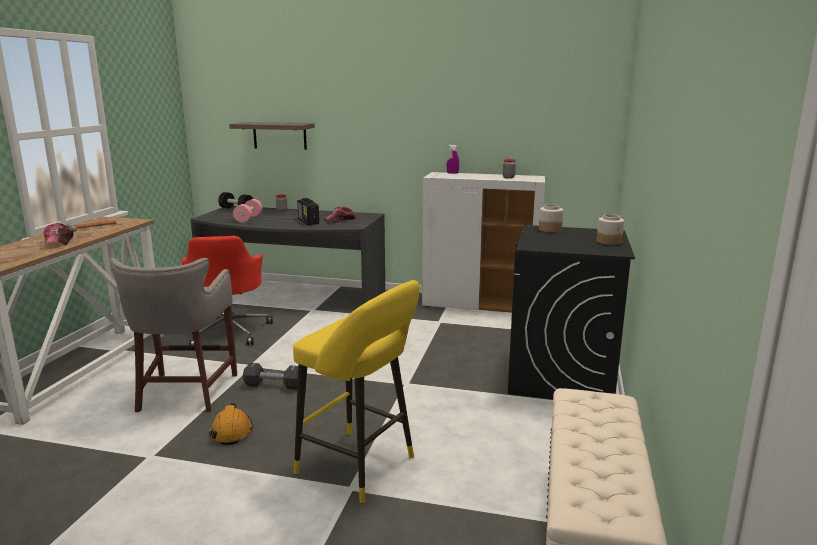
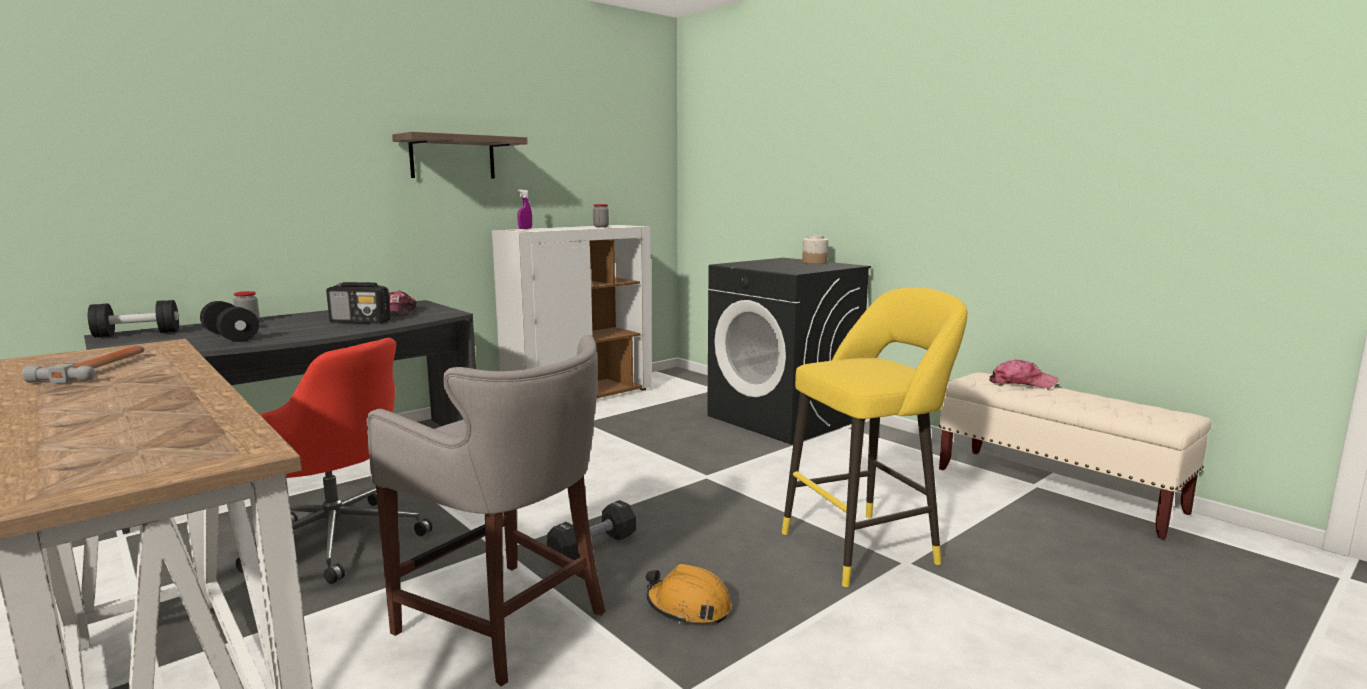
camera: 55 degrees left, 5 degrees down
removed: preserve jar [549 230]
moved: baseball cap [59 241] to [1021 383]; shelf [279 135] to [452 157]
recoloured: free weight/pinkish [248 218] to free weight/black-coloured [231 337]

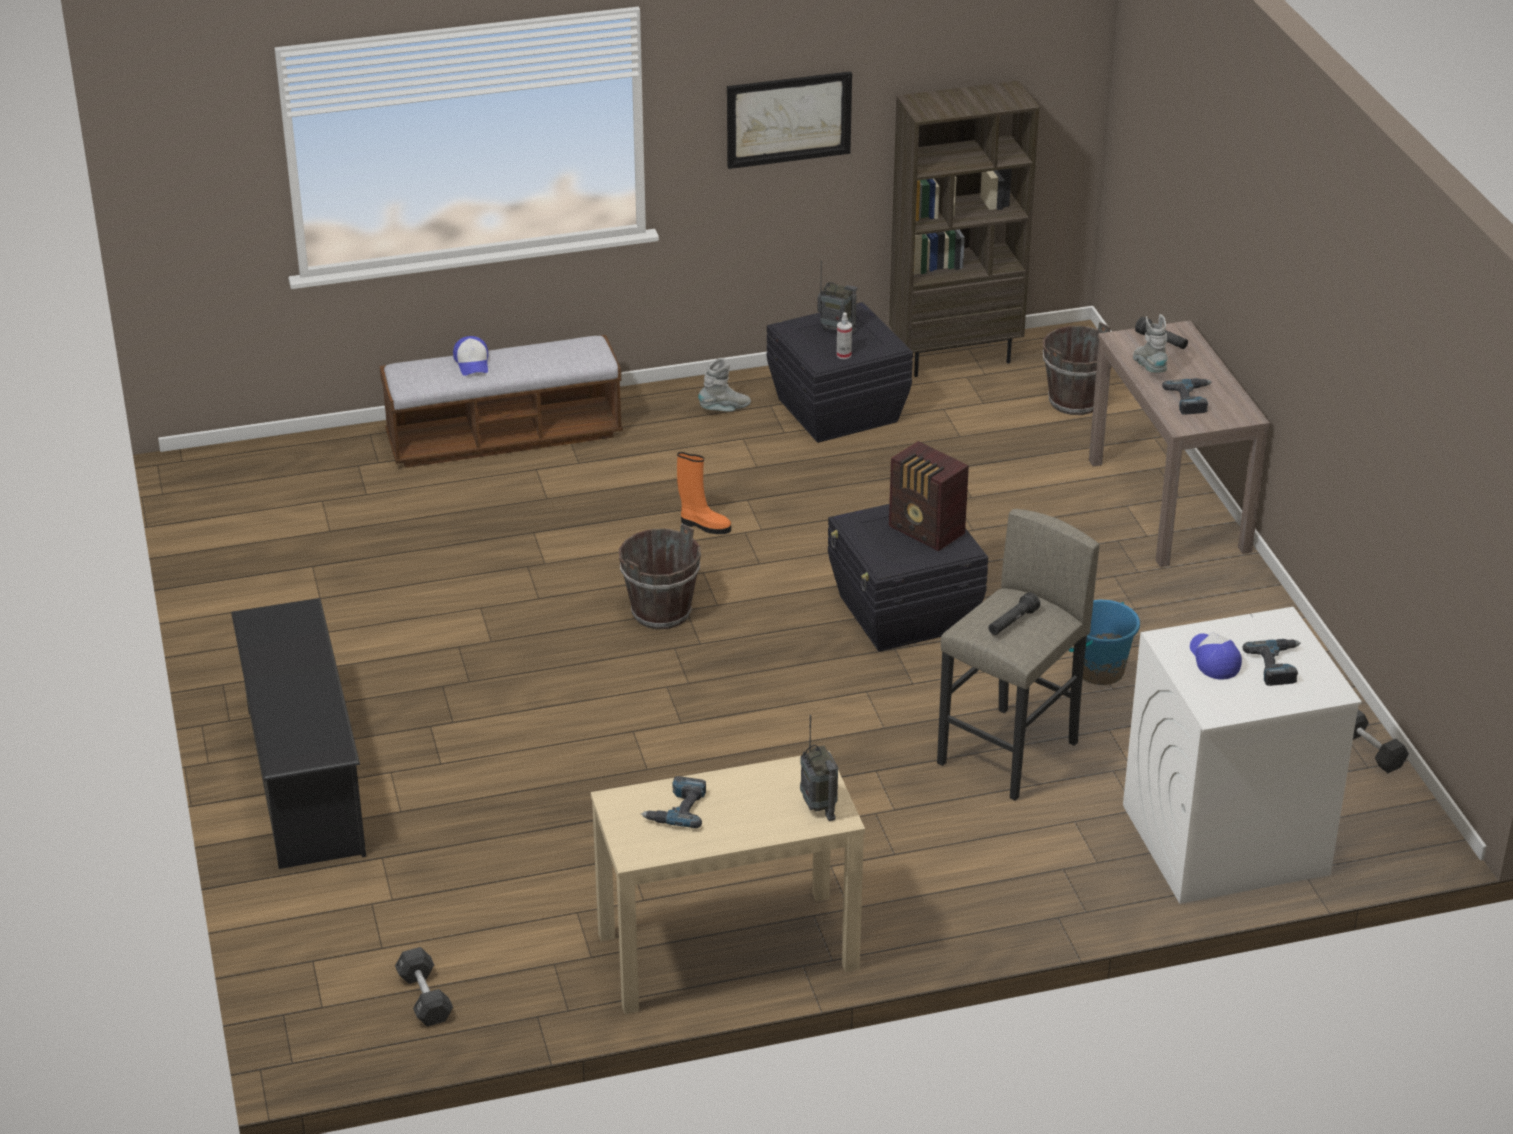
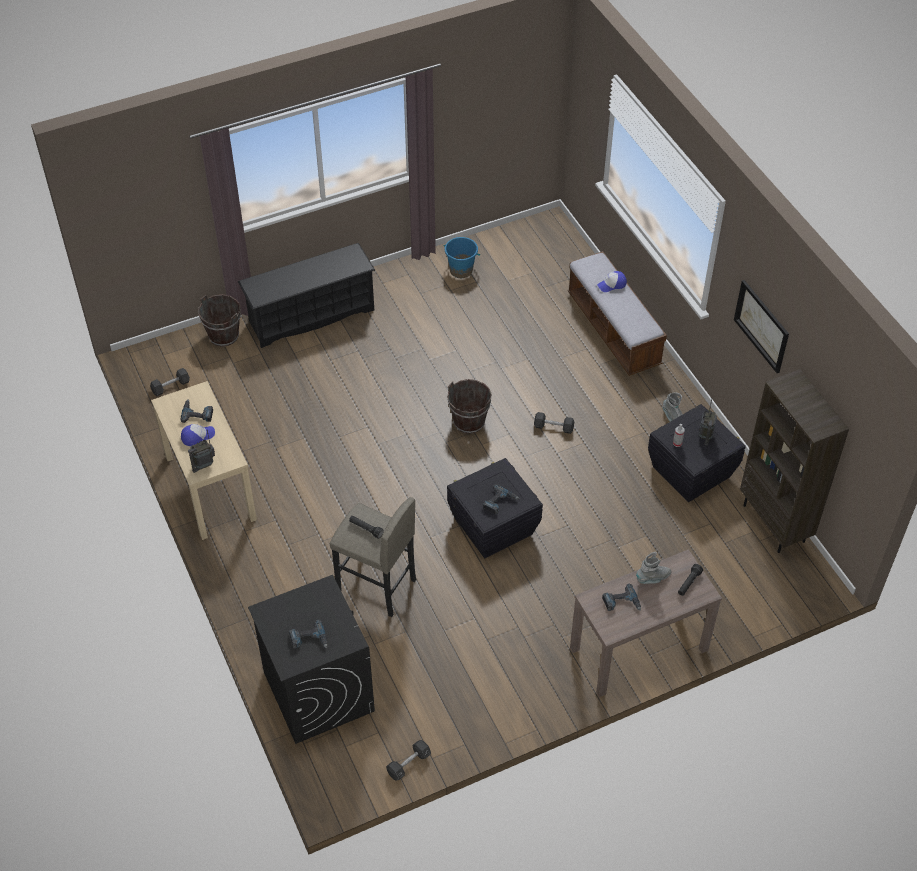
camera: 80 degrees right, 15 degrees up
moved: pail/brown-coloured [1074 401] to [224 336]; pail/bluish [1099 671] to [461 270]; baseball cap [1213 660] to [197 436]
replaced: high-top boot/orange [704 525] to free weight/black-coloured [553 427]; radio receiver [927 531] to drill [500 502]
recoloured: laundry appliance/white-coloured [1224 840] to laundry appliance/black-coloured [318 691]

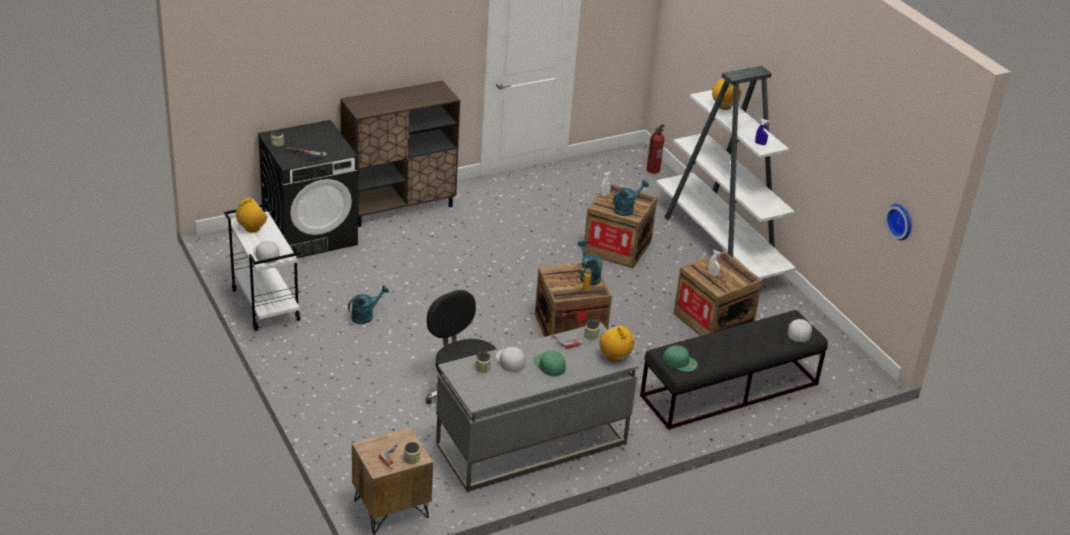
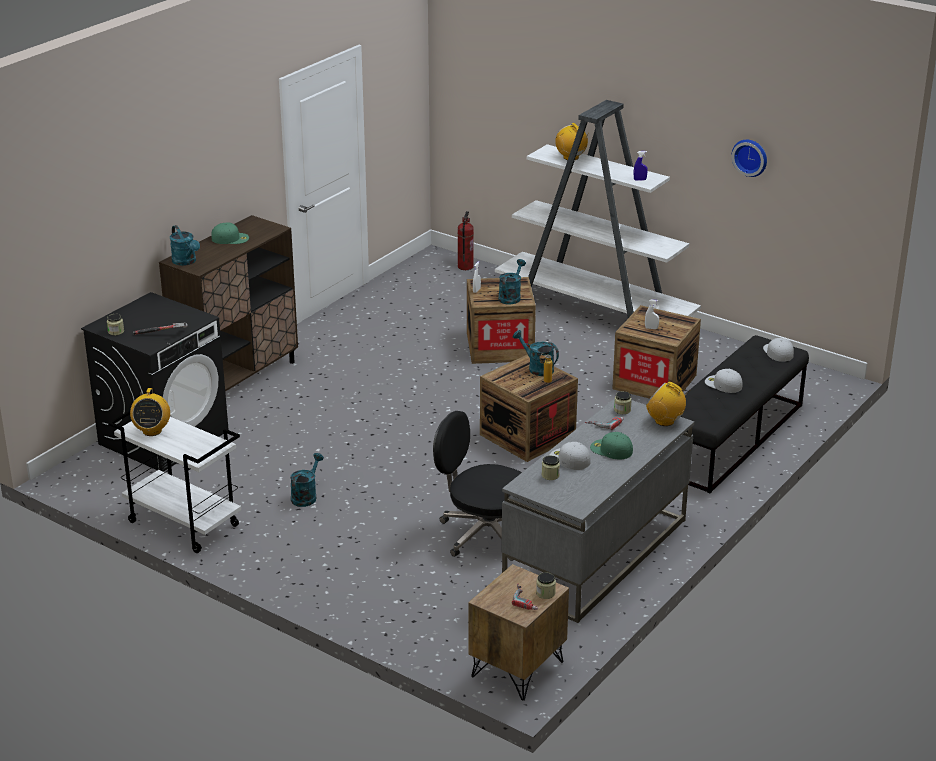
camera: 25 degrees left, 5 degrees down
added: sprinkling can/turquoise-coloured [186 262]
moved: baseball cap/white-coloured [266 253] to [723 384]; baseball cap/green-coloured [680 362] to [230 238]; wall clock [901 221] to [750 157]
turned: radio receiver [252 228] = [152 431] 150 degrees clockwise

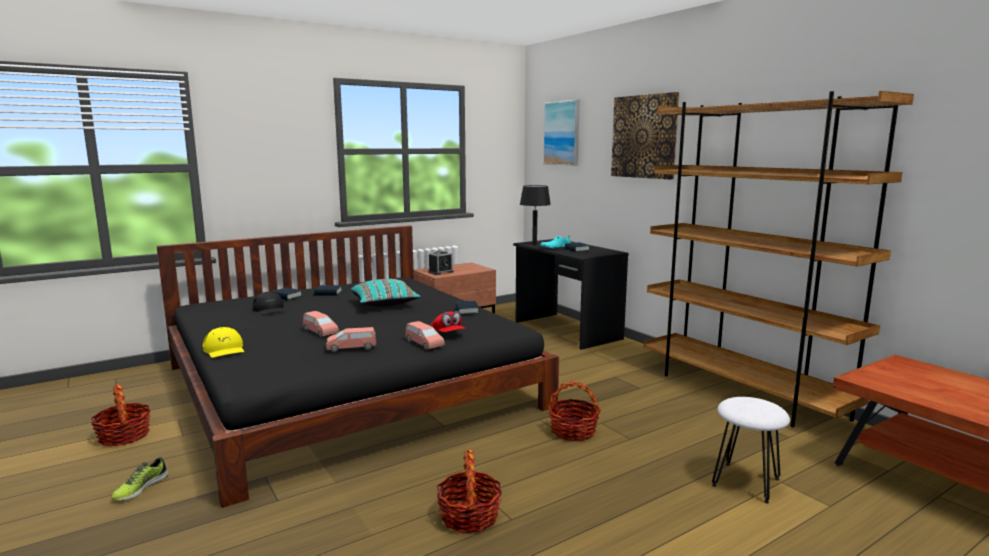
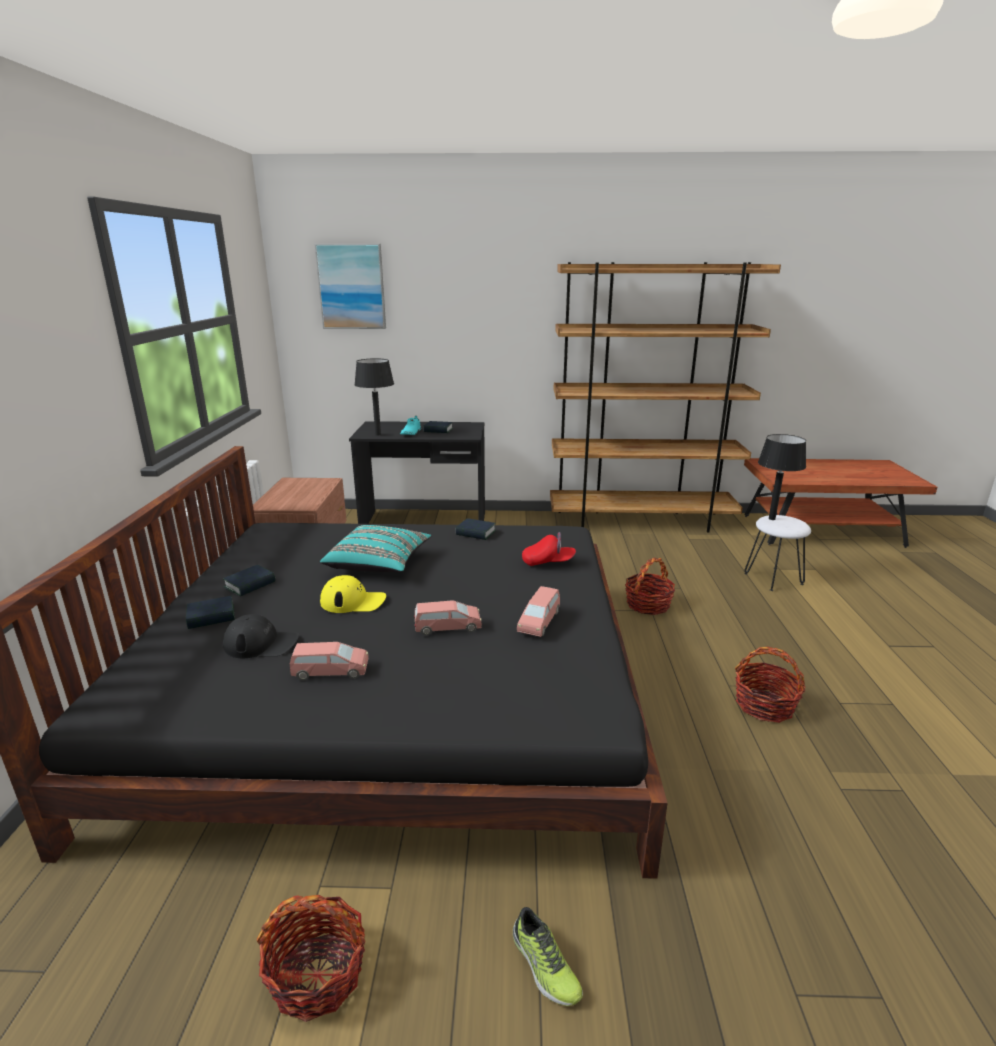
camera: 55 degrees left, 10 degrees up
removed: bedside clock [440 272]; wall picture [644 136]
added: table lamp/black-coloured [771 518]
moved: baseball cap/yellowish [224 350] to [353 601]; toy car/pinkish [424 343] to [330 671]

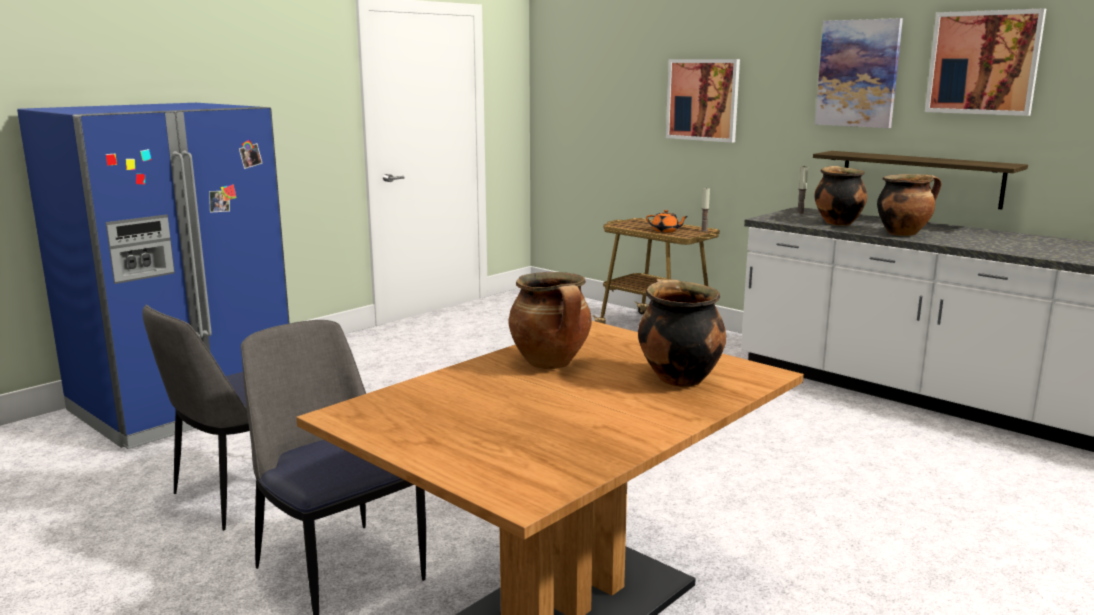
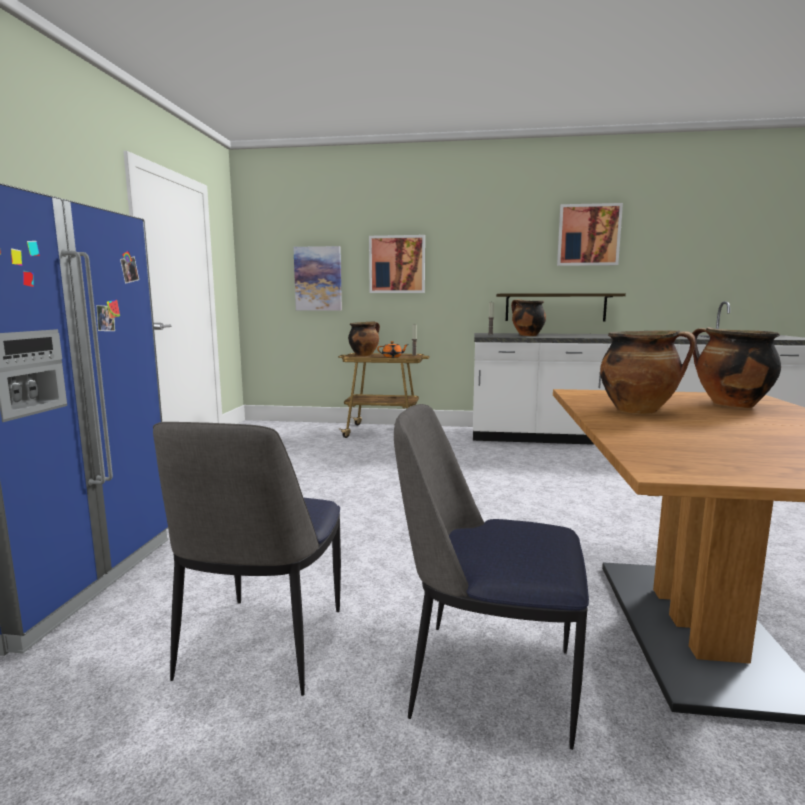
camera: 35 degrees left, 5 degrees down
moved: wall picture [858 73] to [318 278]; saucepot [903 233] to [364 355]

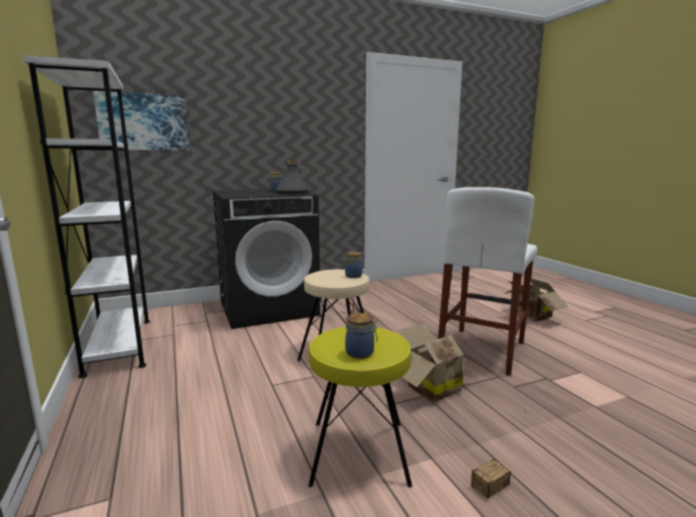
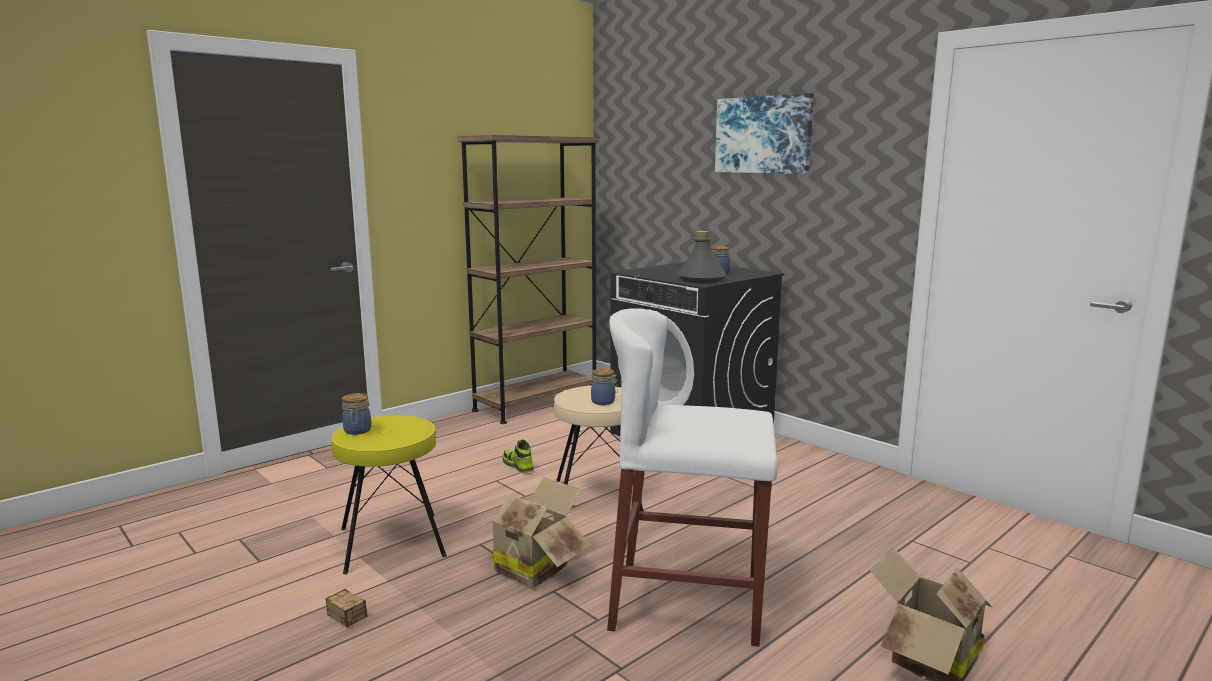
camera: 70 degrees right, 0 degrees up
added: low shoe [518 466]
moved: wall picture [143 122] to [763 135]
recoloured: bookcase/white-coloured [119 345] to bookcase/brown-coloured [536 403]

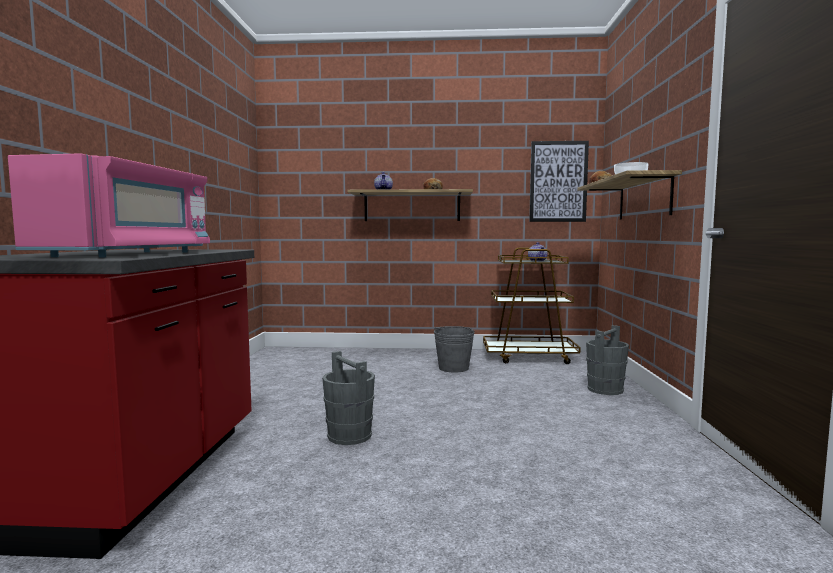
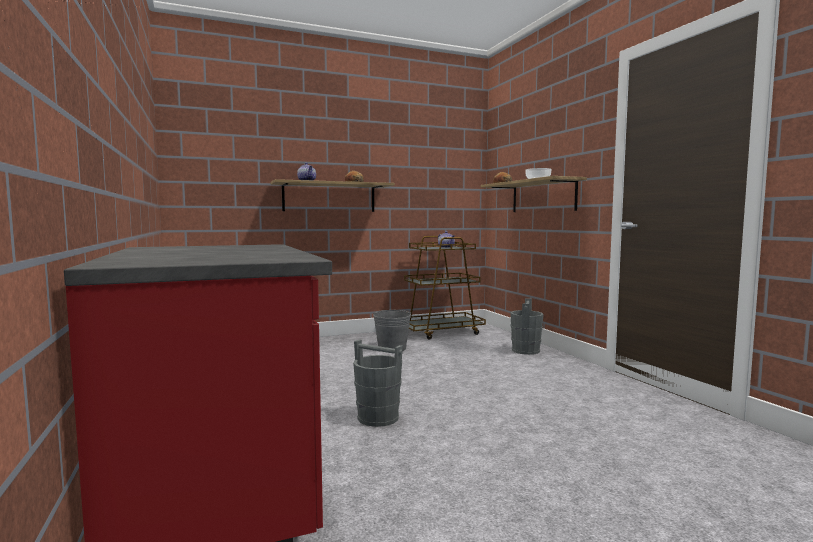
camera: 25 degrees left, 0 degrees up
removed: microwave oven/pinkish [130 254]; wall picture [558 181]

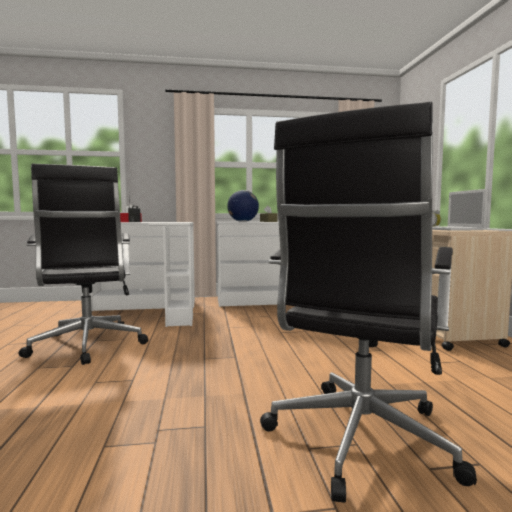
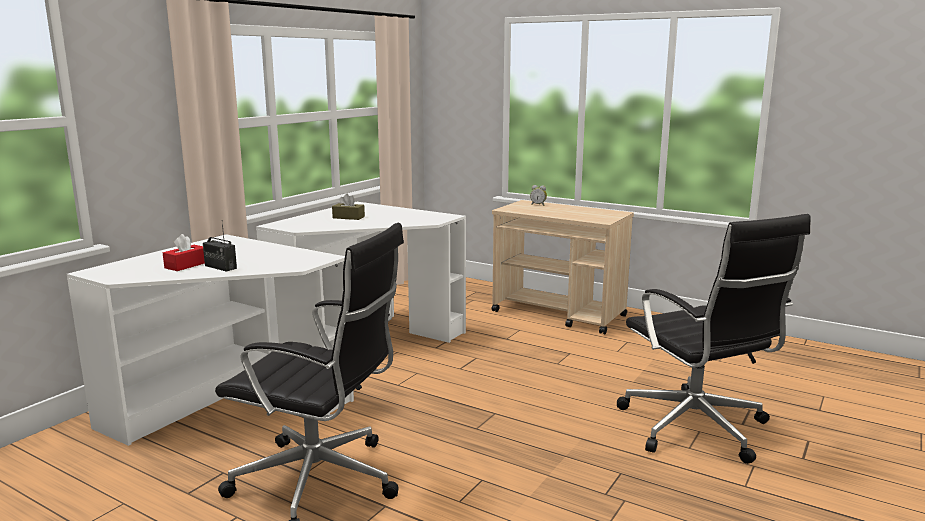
camera: 50 degrees left, 10 degrees up
removed: globe [243 221]; laptop [450 229]

